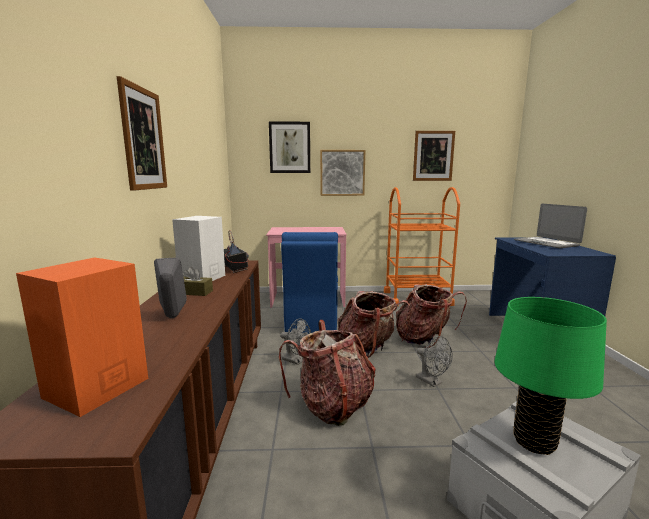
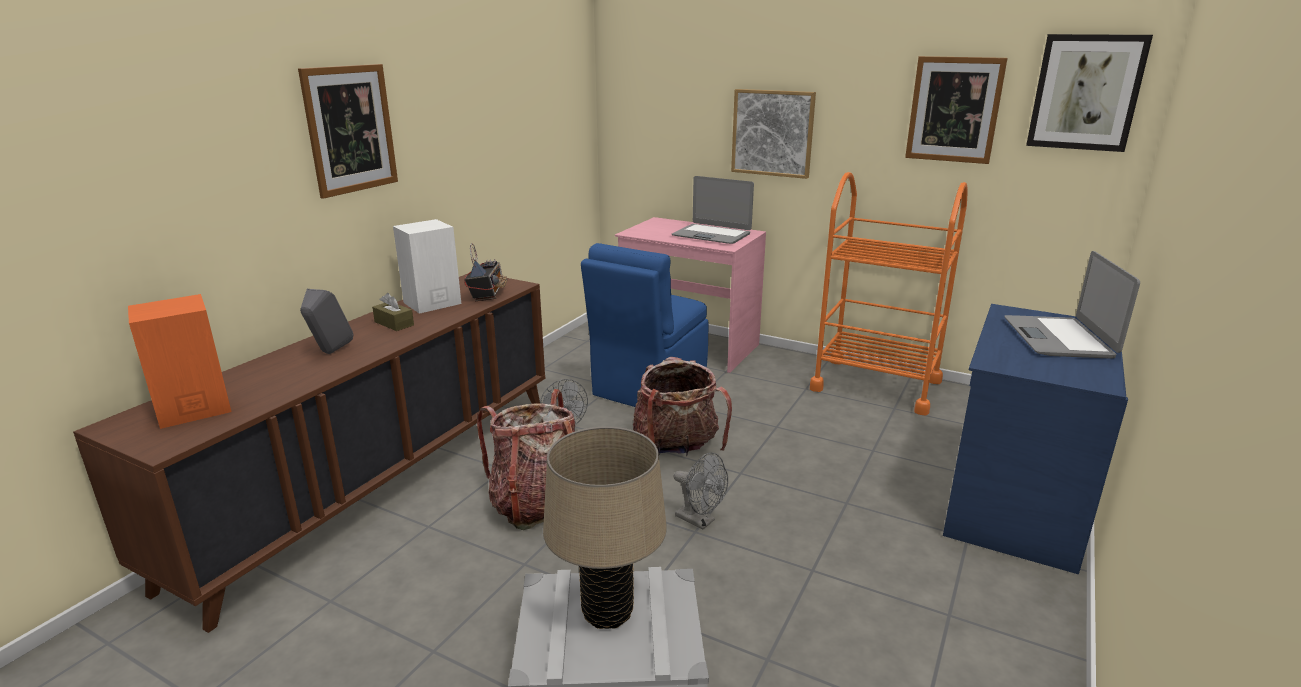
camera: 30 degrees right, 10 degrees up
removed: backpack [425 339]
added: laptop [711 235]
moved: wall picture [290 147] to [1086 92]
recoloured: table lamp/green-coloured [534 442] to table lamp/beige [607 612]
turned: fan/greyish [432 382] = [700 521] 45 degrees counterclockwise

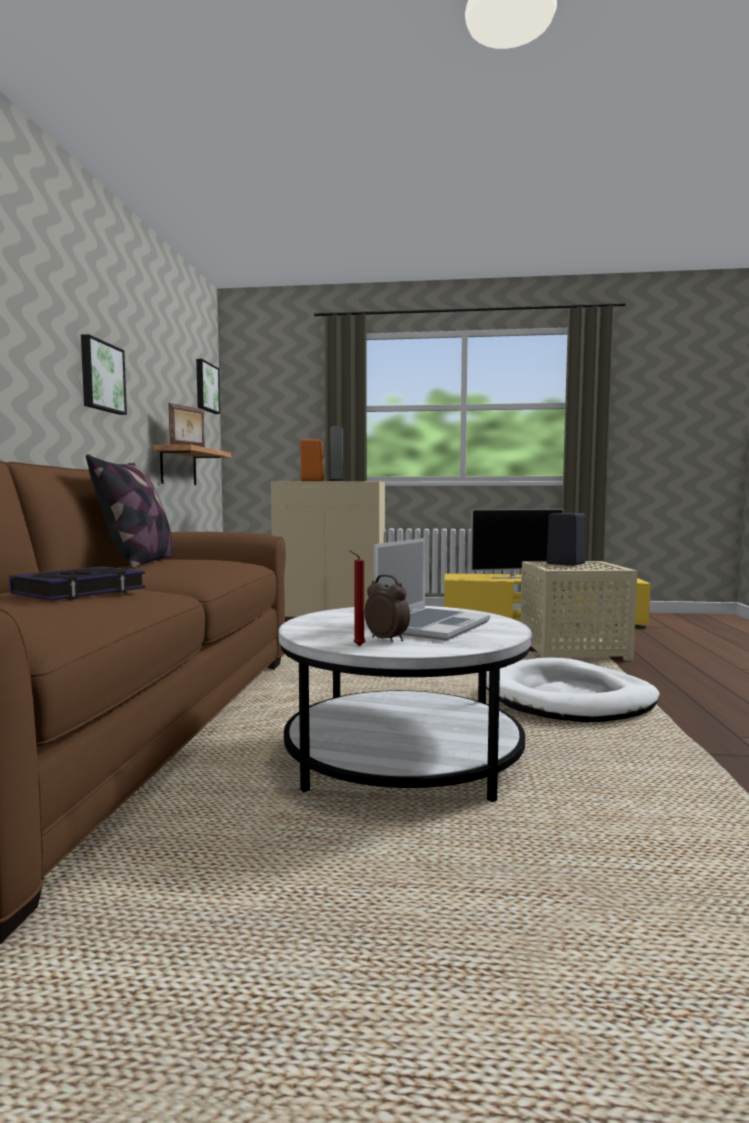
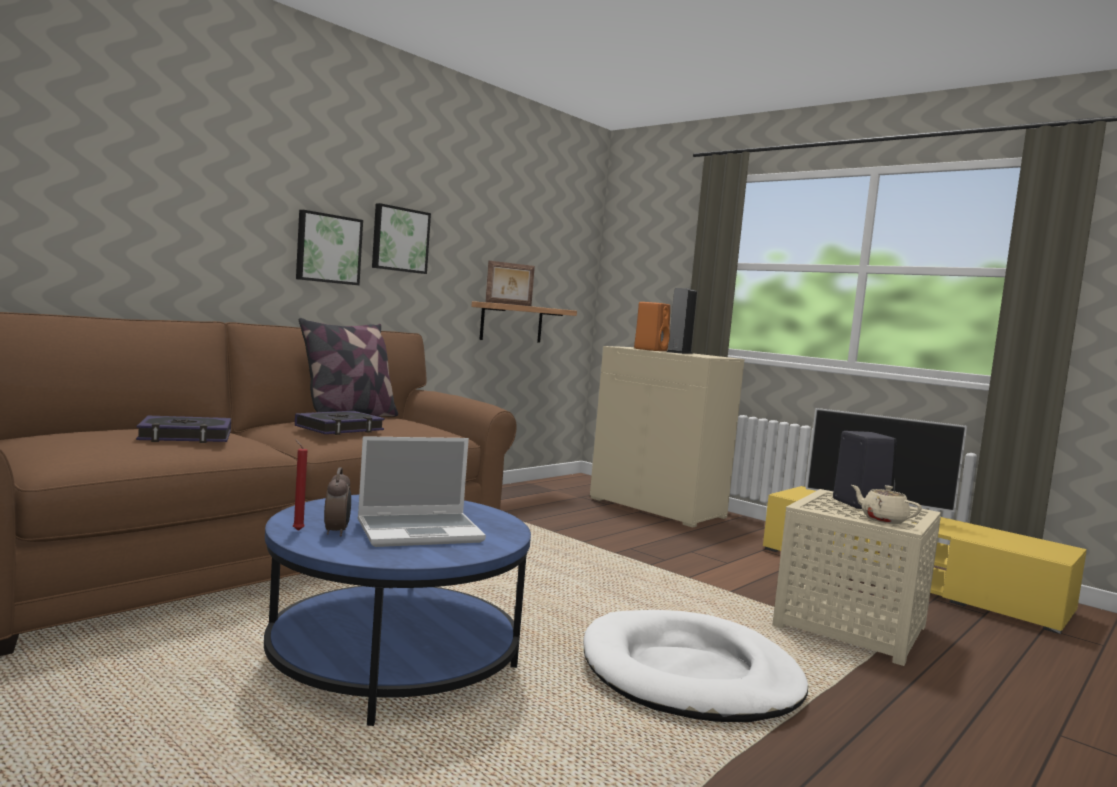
camera: 35 degrees right, 0 degrees up
added: volume [340 429]; pot for tea/beige [883 520]
moved: wall picture [205 387] to [328 248]
recoloured: low table/white-coloured [403 758] to low table/bluish [393 660]

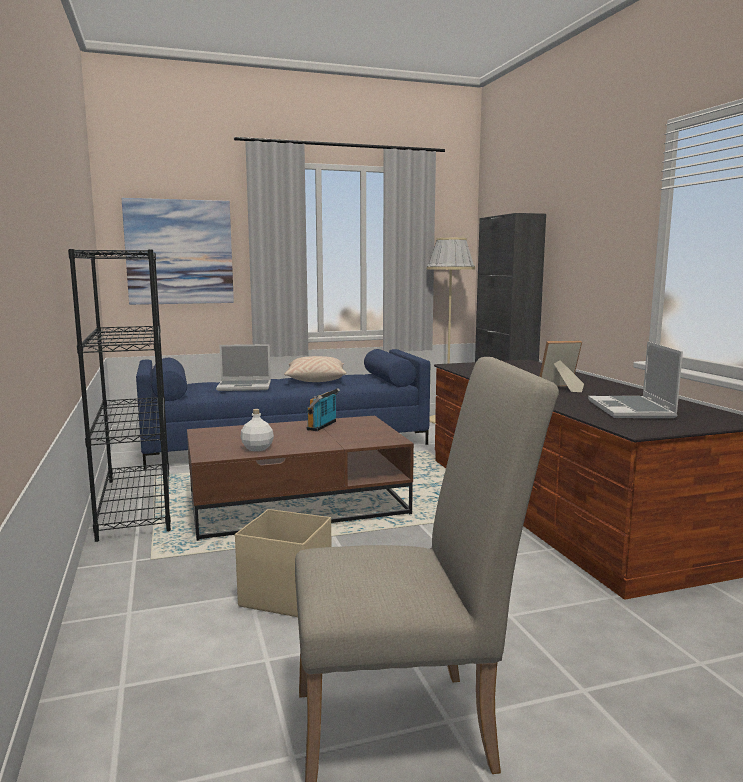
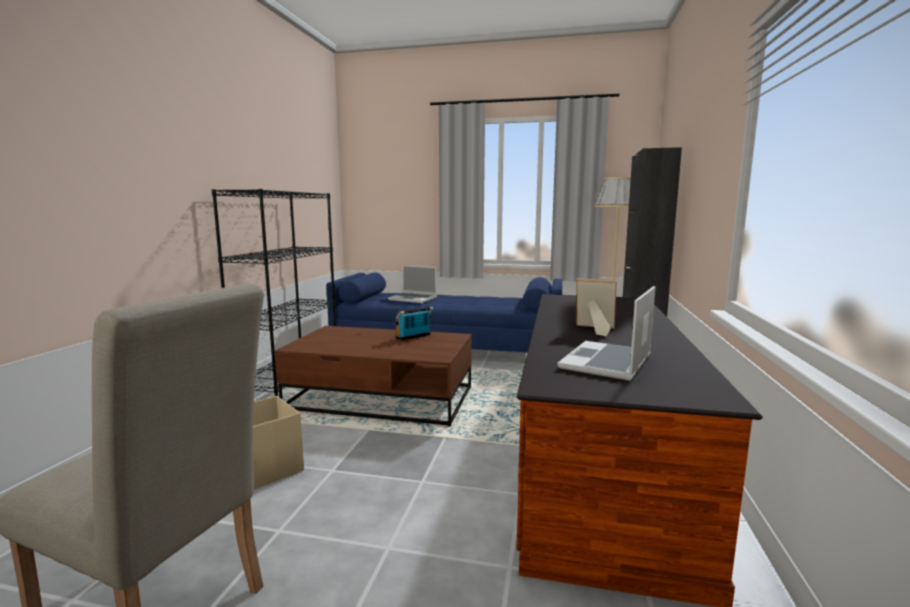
camera: 30 degrees right, 0 degrees up
removed: wall picture [179 252]; beverage bottle/white-coloured [257 448]; cushion/beige [315 380]

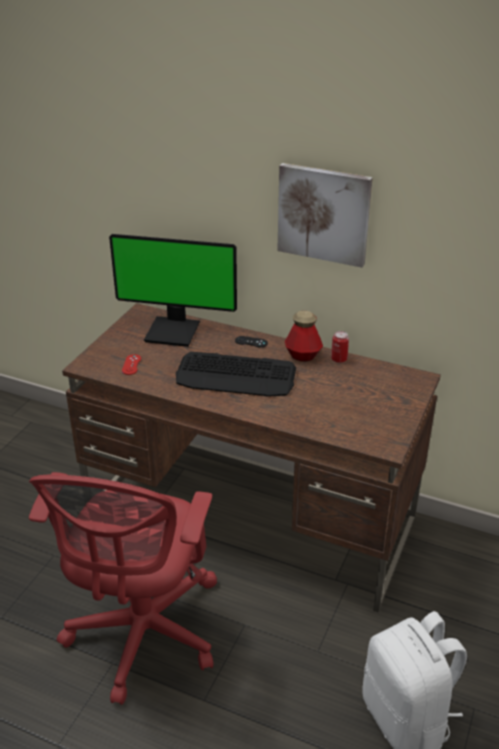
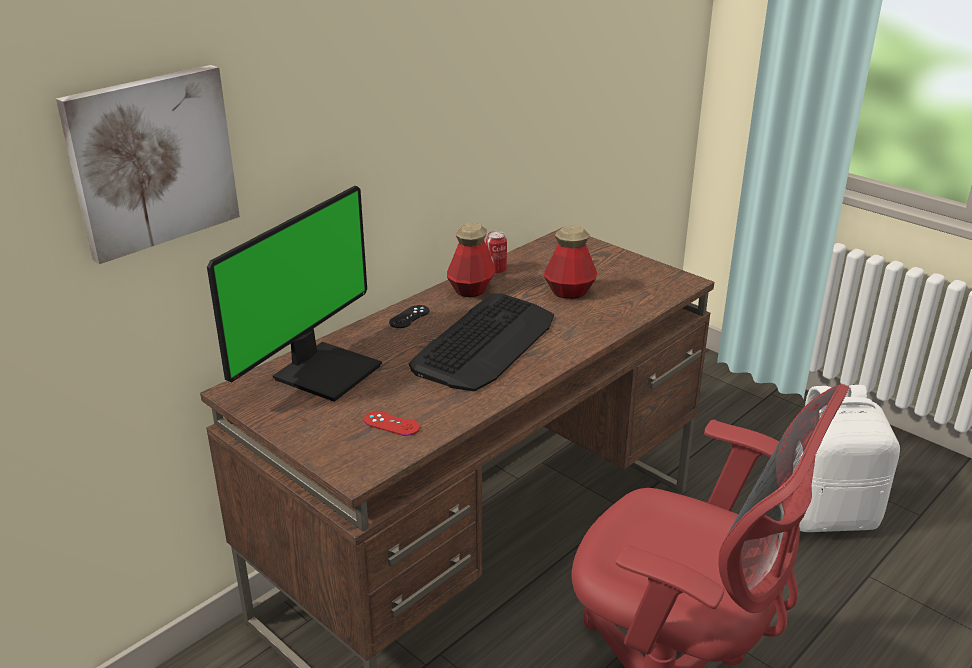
camera: 70 degrees left, 5 degrees down
added: beverage bottle [569 292]
moved: wall picture [324 214] to [152 161]

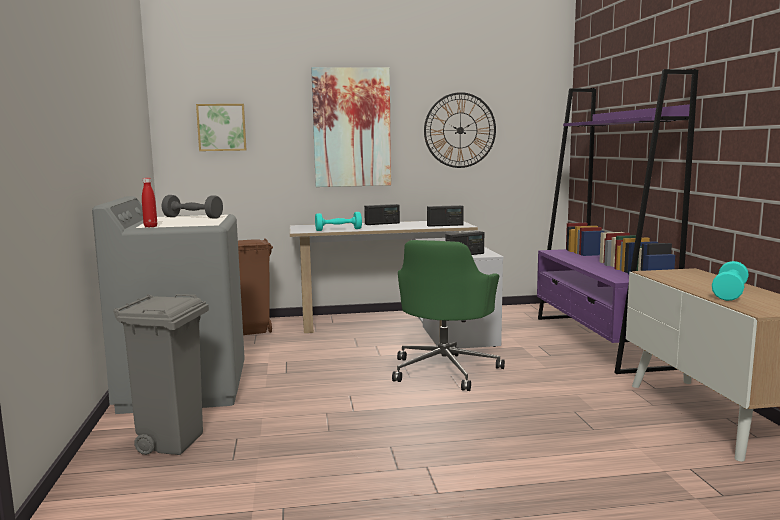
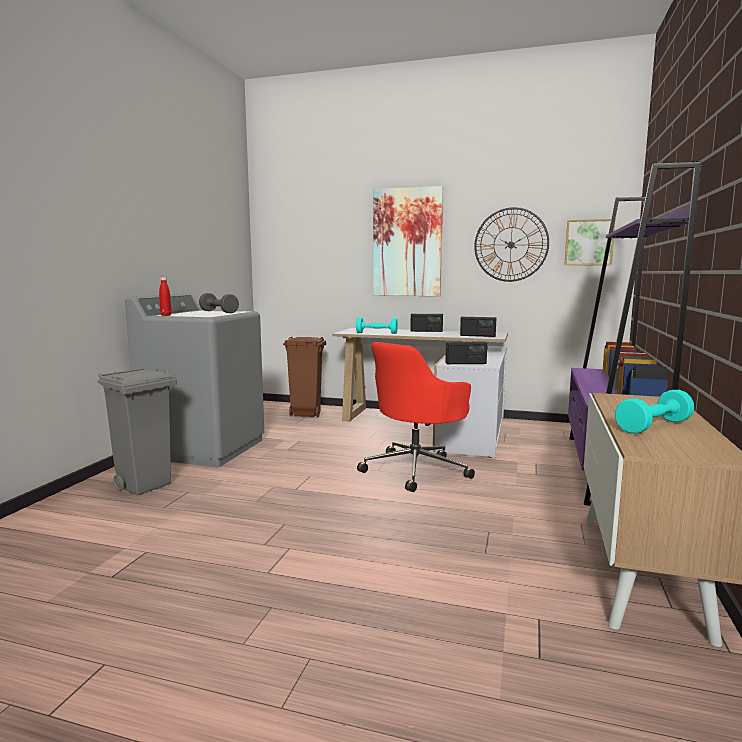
camera: 25 degrees right, 0 degrees up
moved: wall picture [221 127] to [589 242]
recoloured: desk chair/green-coloured [445 370] to desk chair/red [416 470]

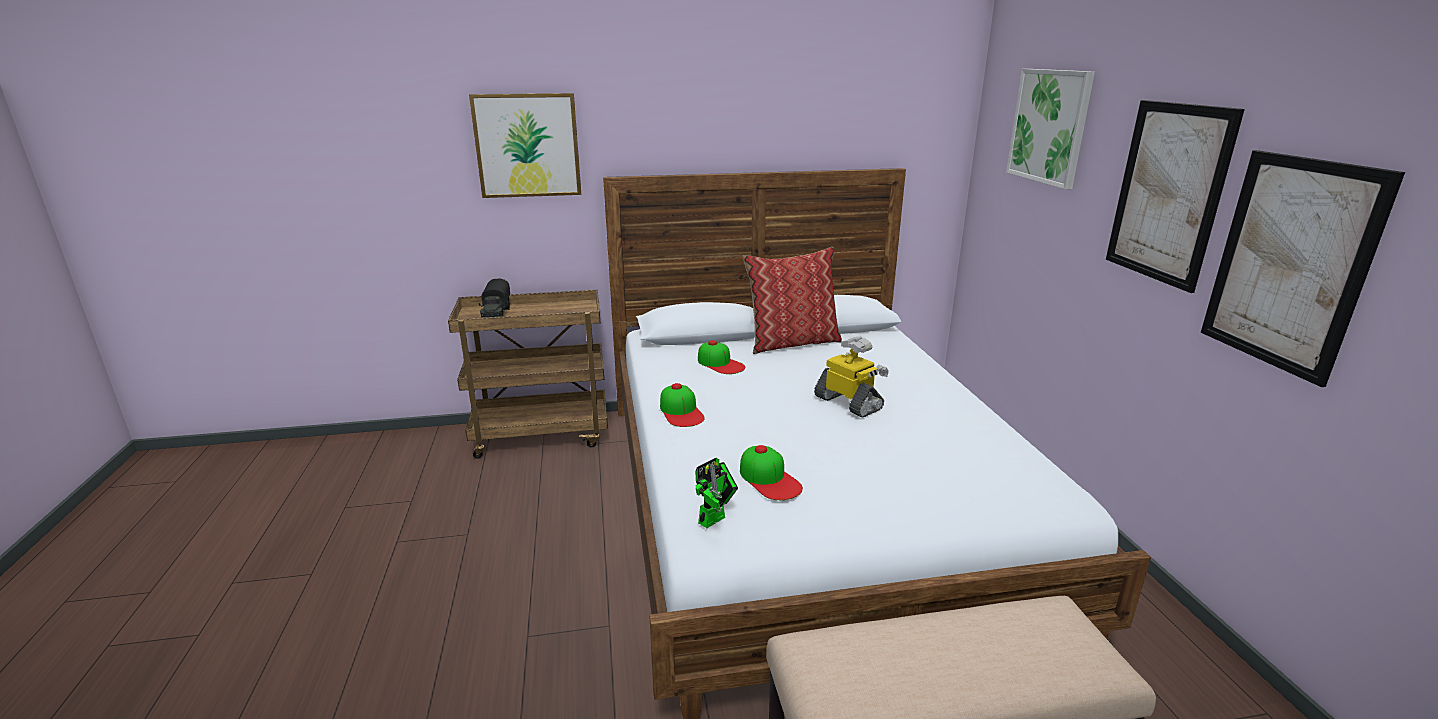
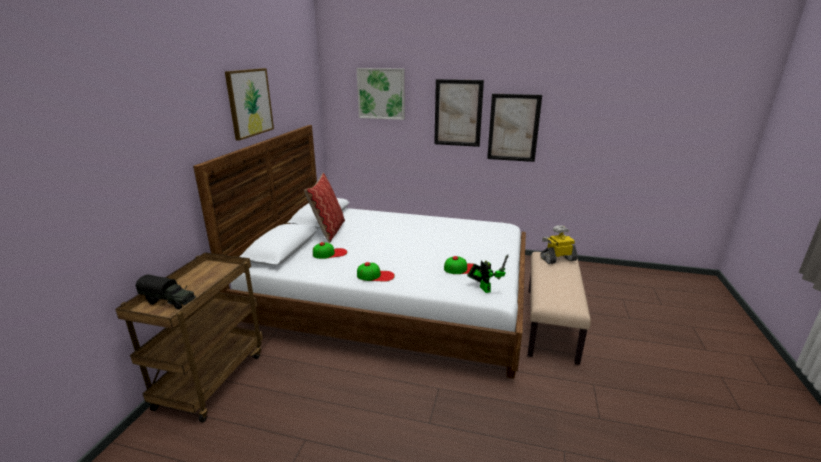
camera: 65 degrees left, 0 degrees up
moved: wall picture [527 145] to [249 102]; model robot [849 403] to [558 259]

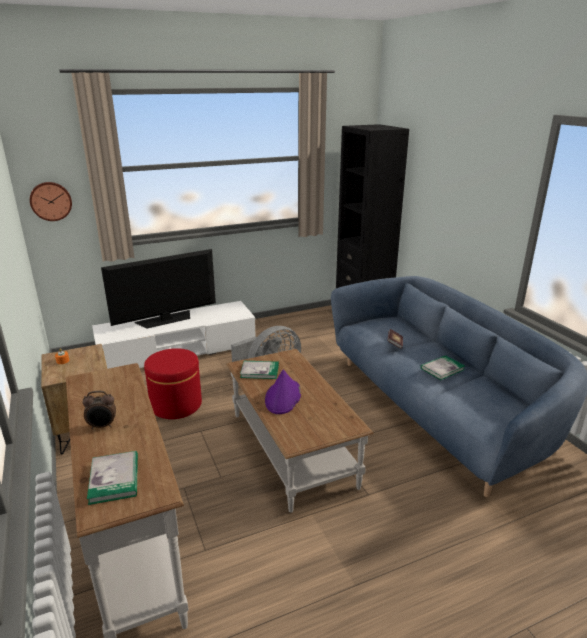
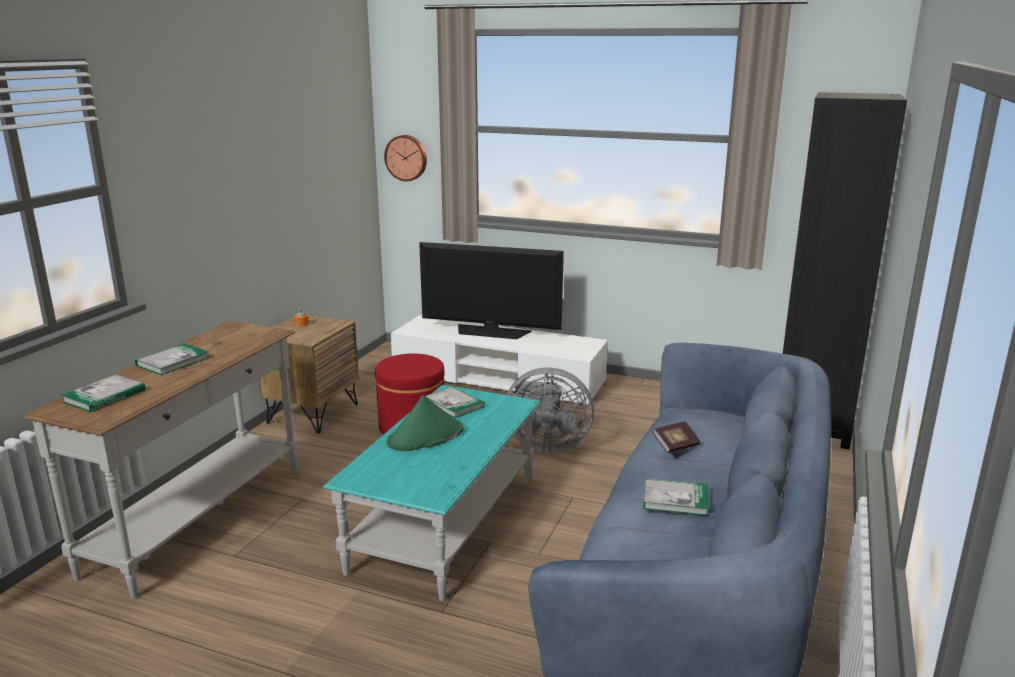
camera: 45 degrees right, 5 degrees down
replaced: bedside clock [102 426] to volume [173 362]
recoloured: low table/brown-coloured [292 449] to low table/turquoise-coloured [445 523]; hat/purplish [283 397] to hat/green-coloured [425 437]

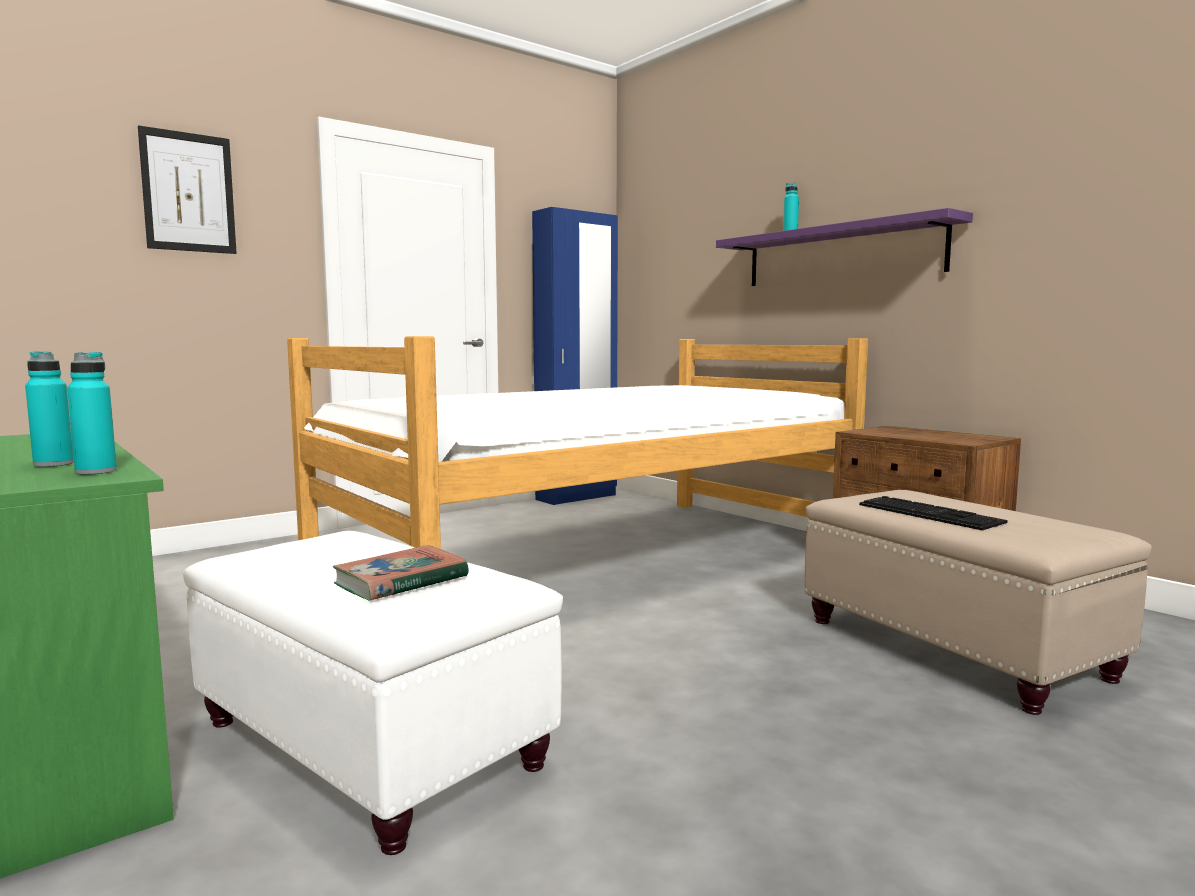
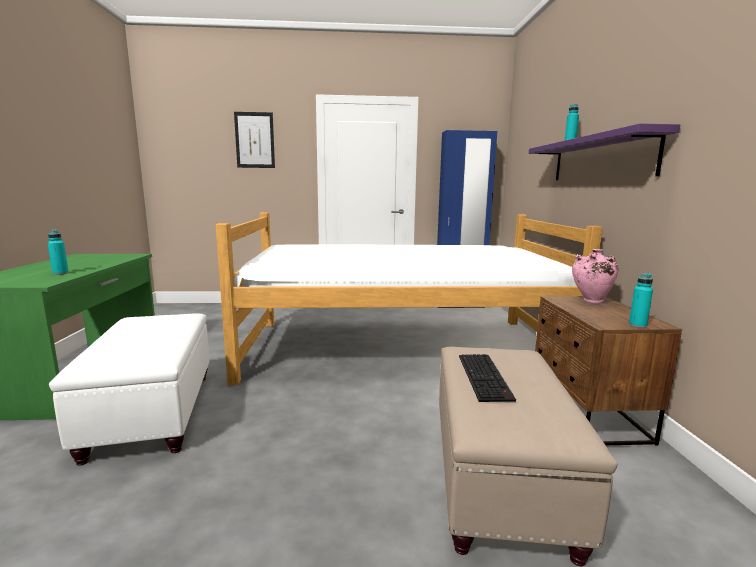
camera: 35 degrees right, 5 degrees up
removed: volume [401 581]
added: decorative vase/pinkish [590 301]
moved: beverage bottle/turquoise-coloured [96 471] to [637 325]

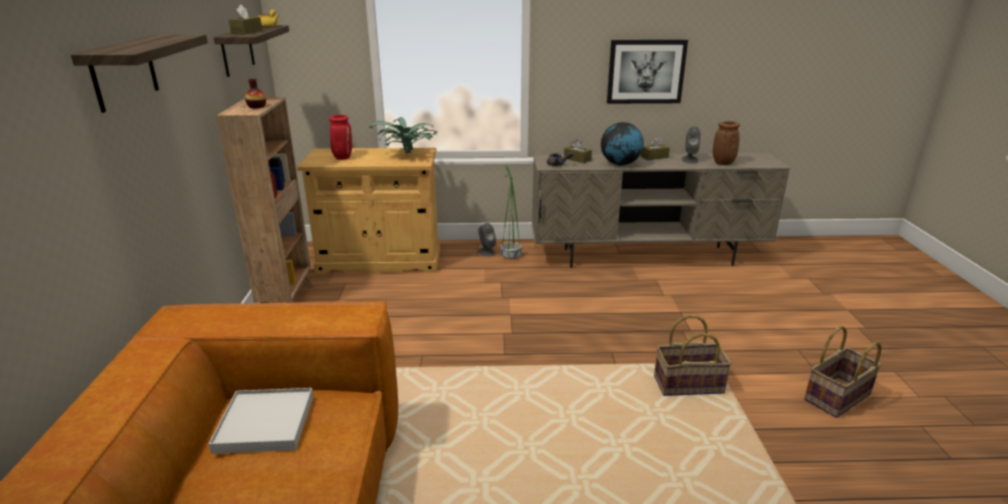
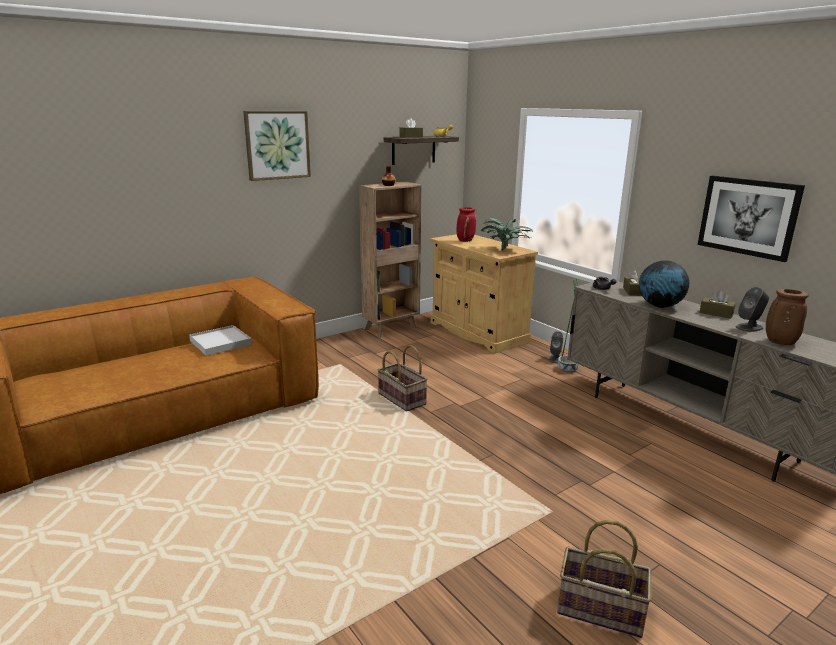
camera: 55 degrees right, 5 degrees down
moved: household basket [688 384] to [402 399]
replaced: shelf [124 72] to wall picture [277 145]

